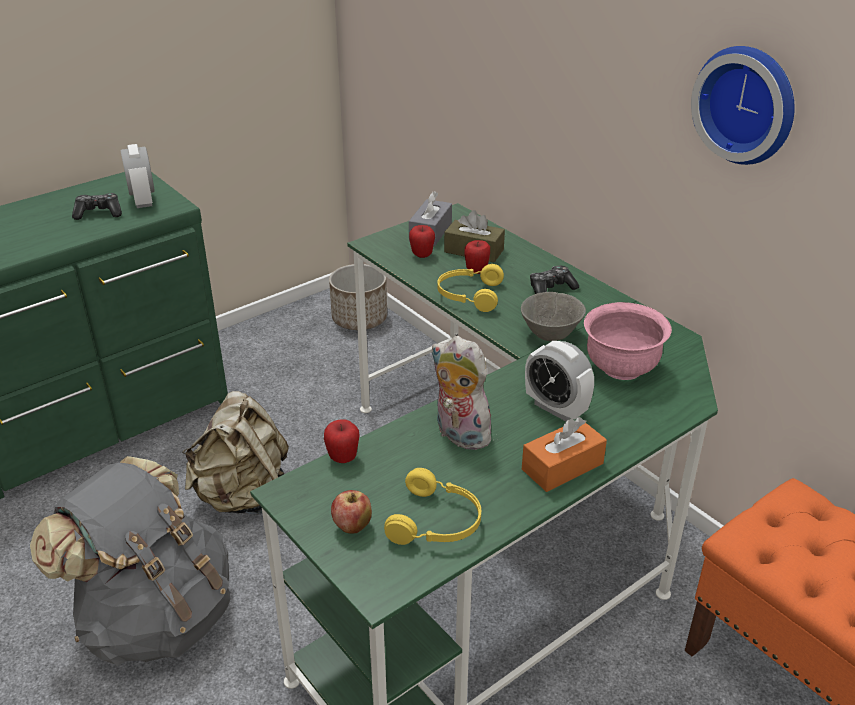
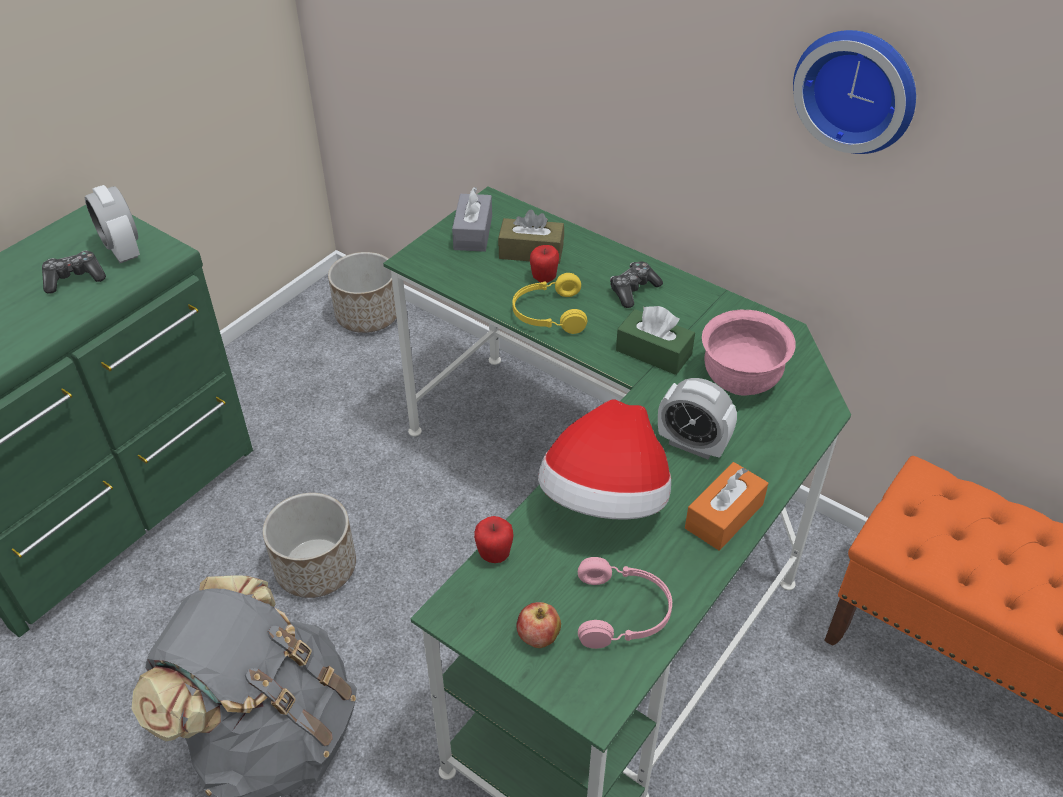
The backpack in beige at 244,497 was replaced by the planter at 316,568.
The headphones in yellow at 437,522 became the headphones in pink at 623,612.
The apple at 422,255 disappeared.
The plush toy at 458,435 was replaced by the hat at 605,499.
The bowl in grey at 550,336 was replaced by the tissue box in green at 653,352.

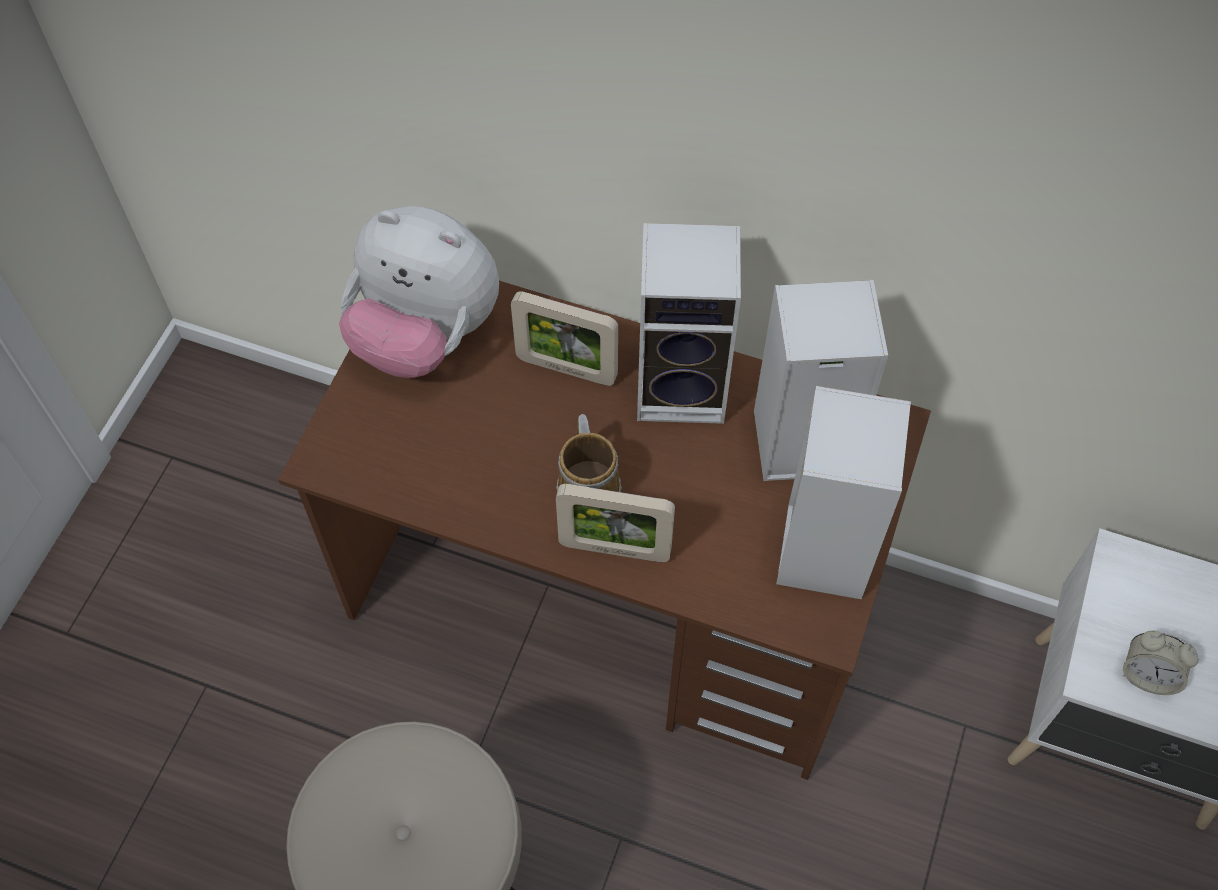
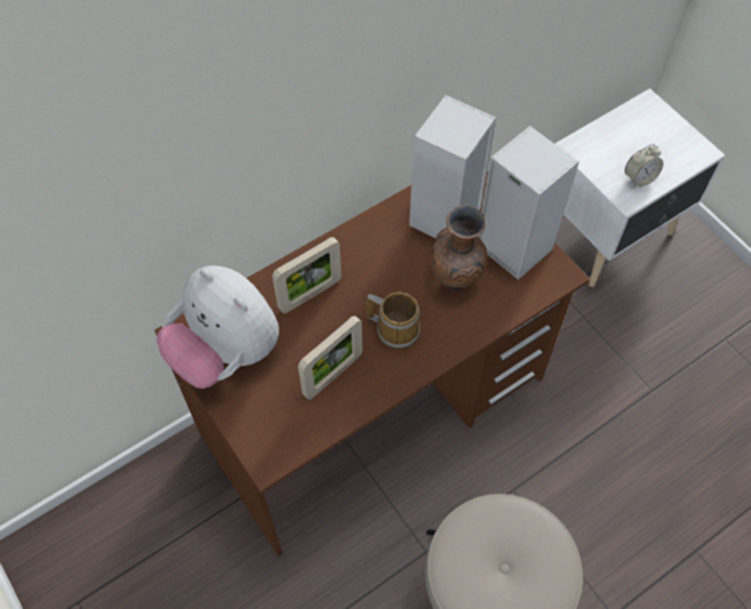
The plush toy at 425,336 turned 75 degrees clockwise.
The picture frame moved from 614,549 to 333,375.
The speaker at 685,386 disappeared.
The vase in brown at 456,281 appeared.

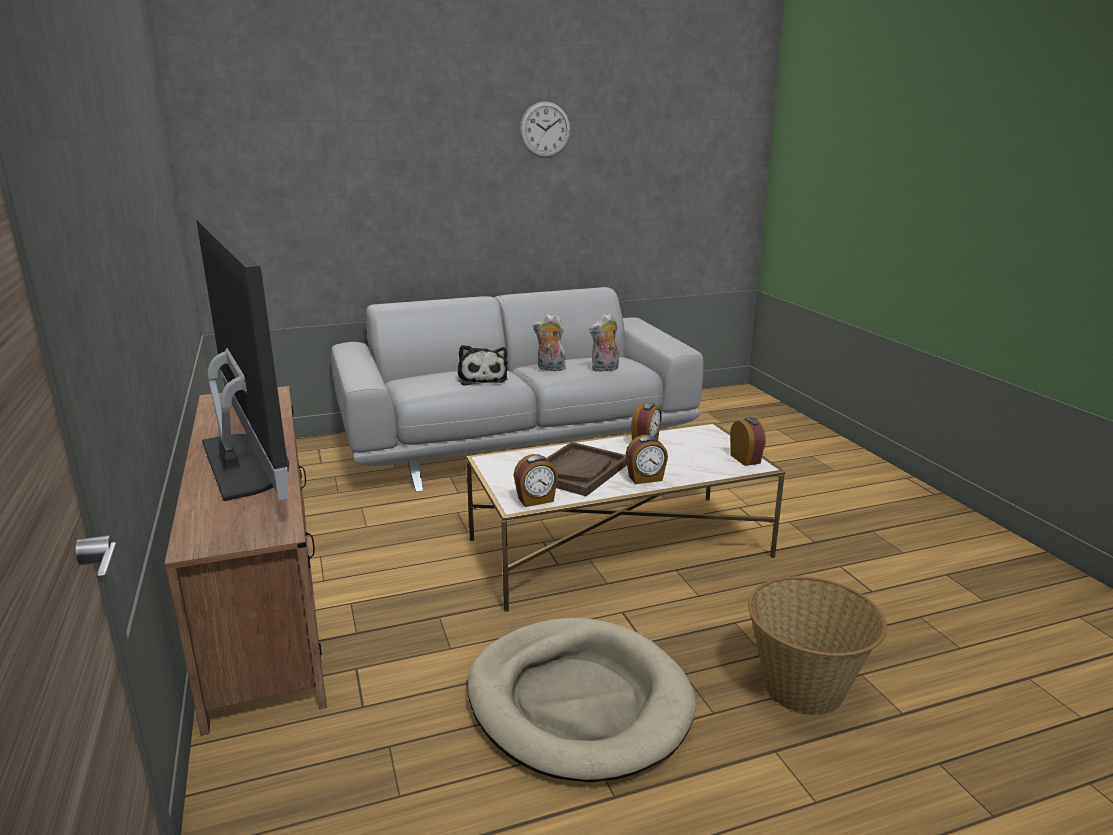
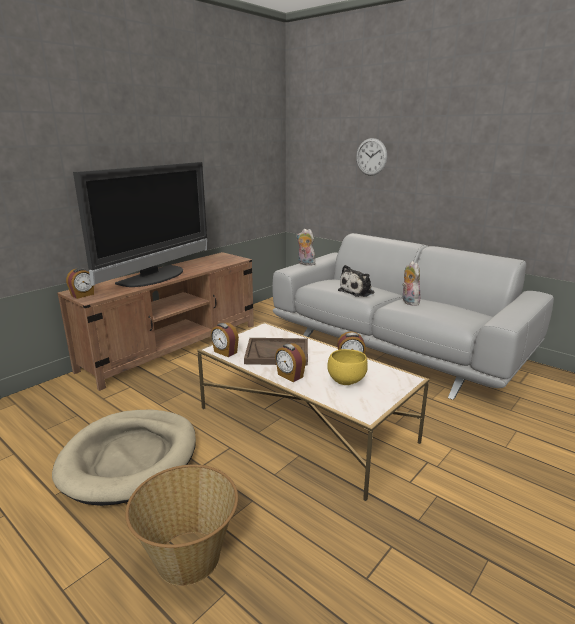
The wall clock moved from 545,130 to 371,157.
The plush toy moved from 605,369 to 305,264.
The alarm clock moved from 746,459 to 83,295.
The bowl in yellow at 346,381 appeared.

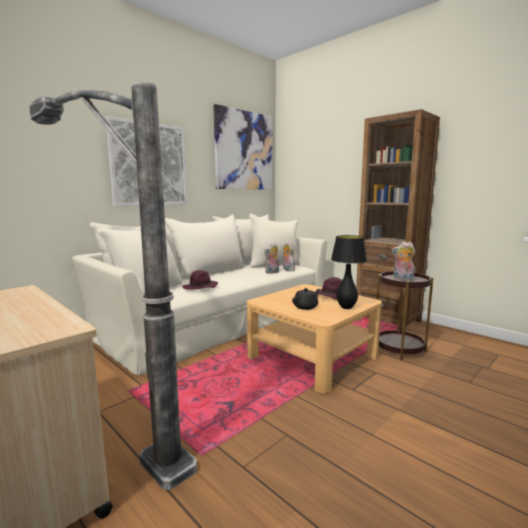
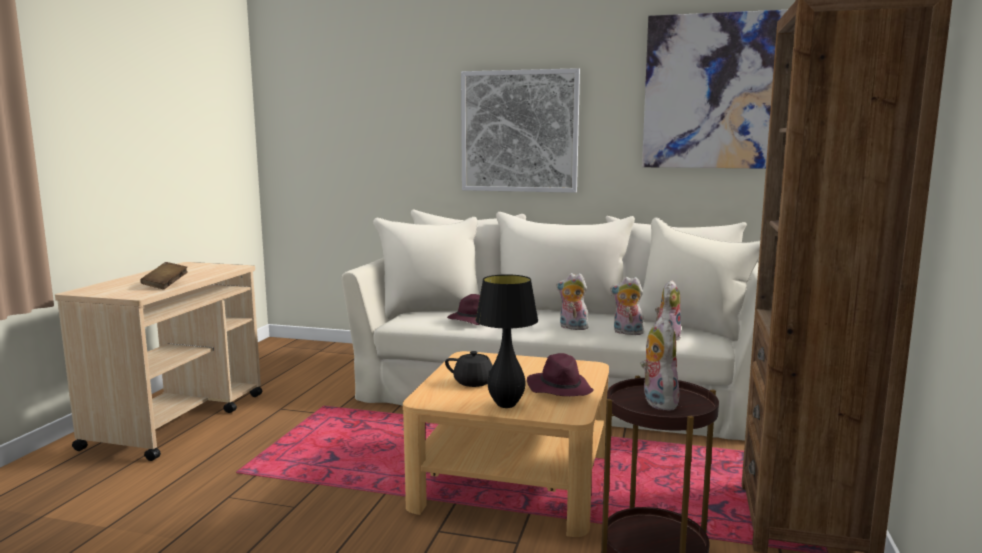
The floor lamp at 111,407 disappeared.
The book in brown at 165,285 appeared.
The plush toy at 572,328 appeared.

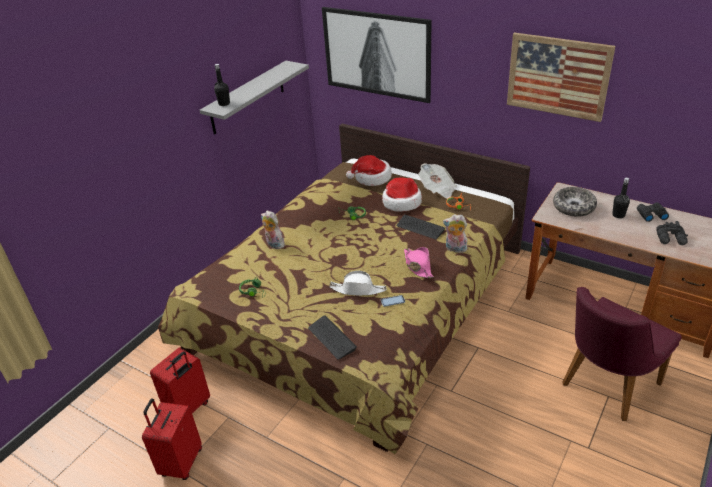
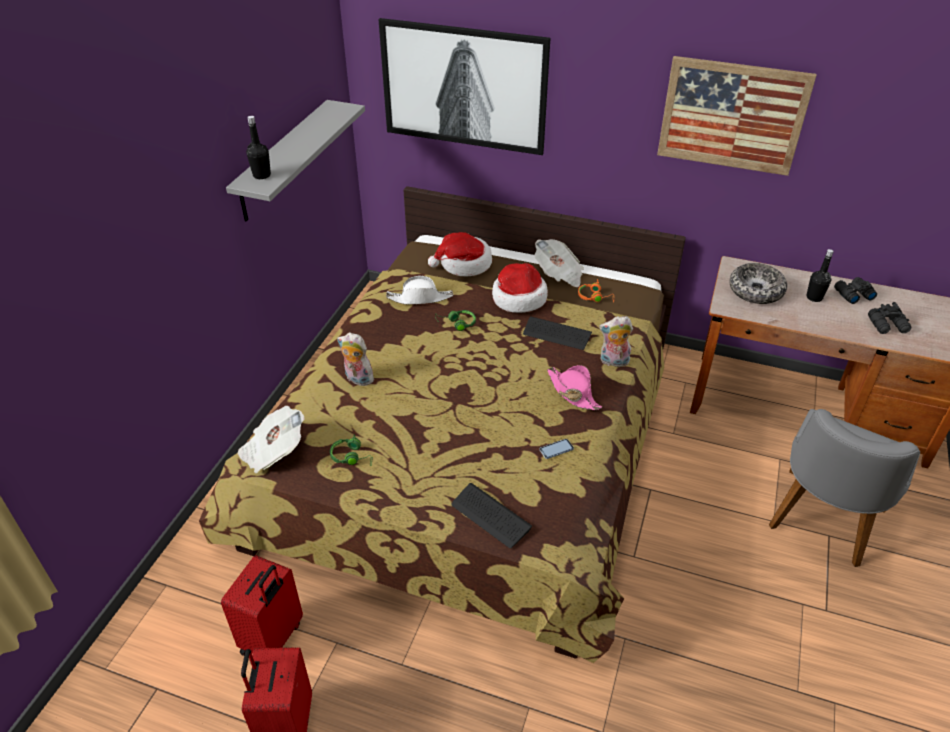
The hat in white moved from 358,289 to 420,298.
The chair in purple at 604,387 became the chair in grey at 821,524.
The newspaper at 273,451 appeared.

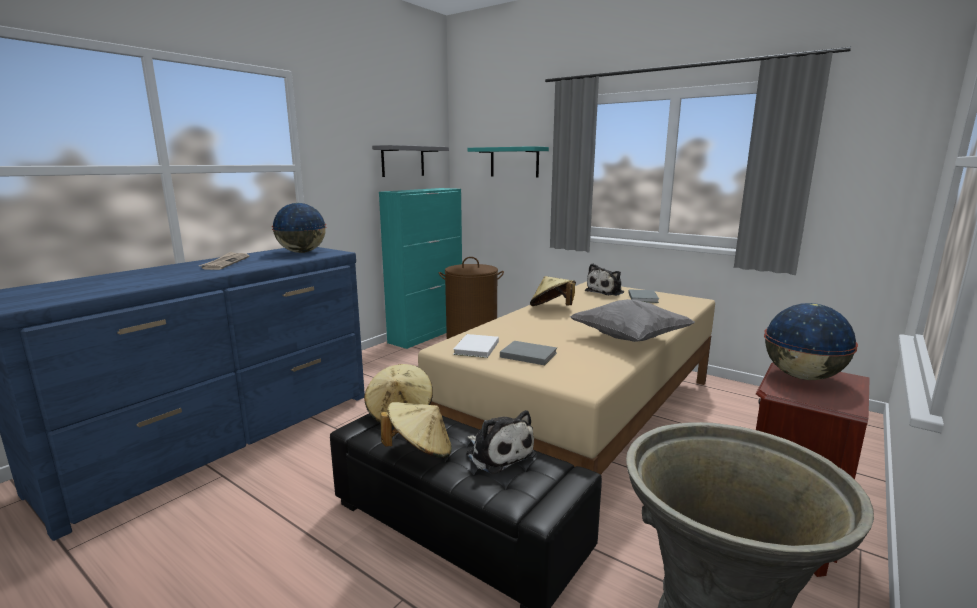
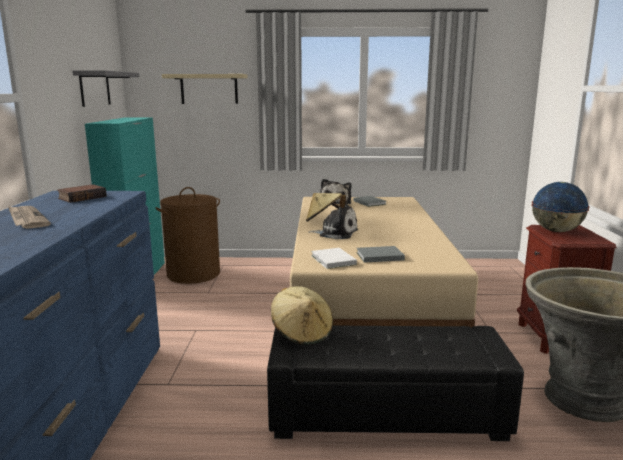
The globe at 302,252 was replaced by the book at 82,197.
The hat in beige at 420,451 disappeared.
The plush toy moved from 498,453 to 336,233.
The shelf in turquoise at 514,162 became the shelf in beige at 209,89.
The pillow in grey at 629,339 disappeared.

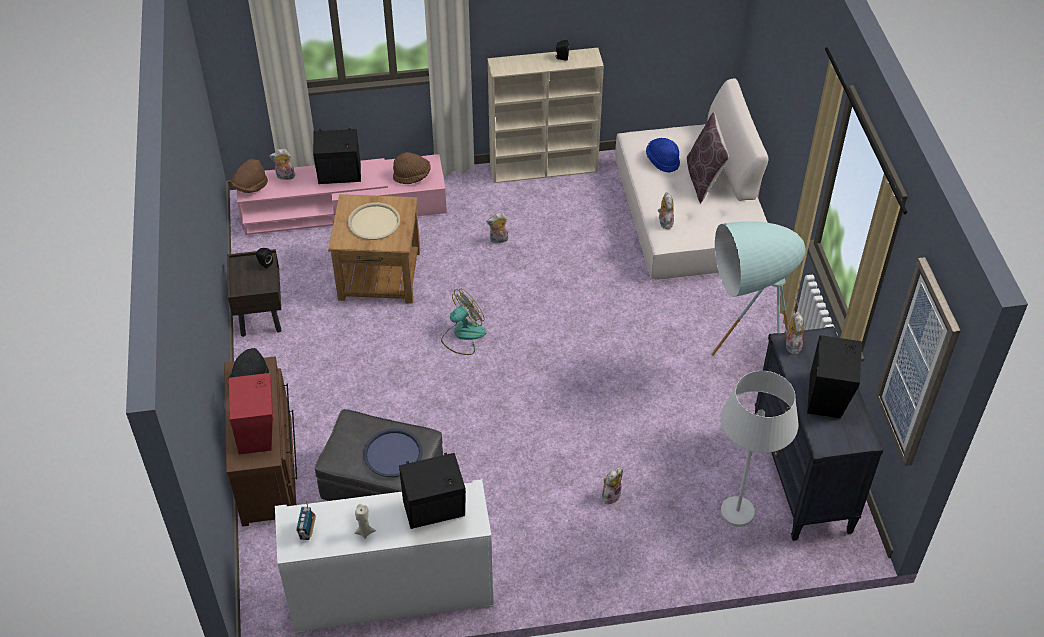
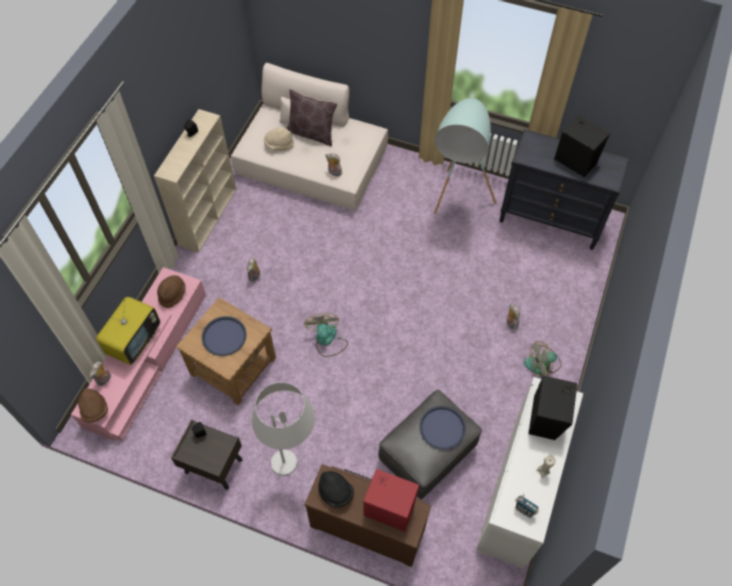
The speaker in black at 340,175 was replaced by the television at 134,341.
The tray in beige at 374,222 became the tray in blue at 224,336.
The hat in blue at 662,161 became the hat in beige at 279,145.
The floor lamp in white moved from 736,528 to 295,471.
The plush toy at 791,345 disappeared.
The picture at 918,365 disappeared.
The fan at 542,364 appeared.

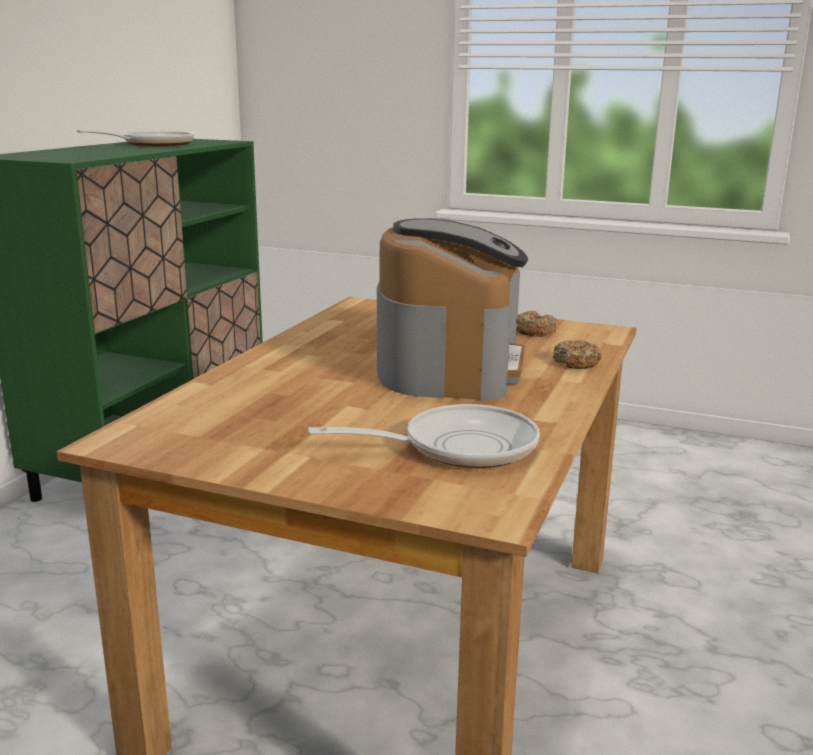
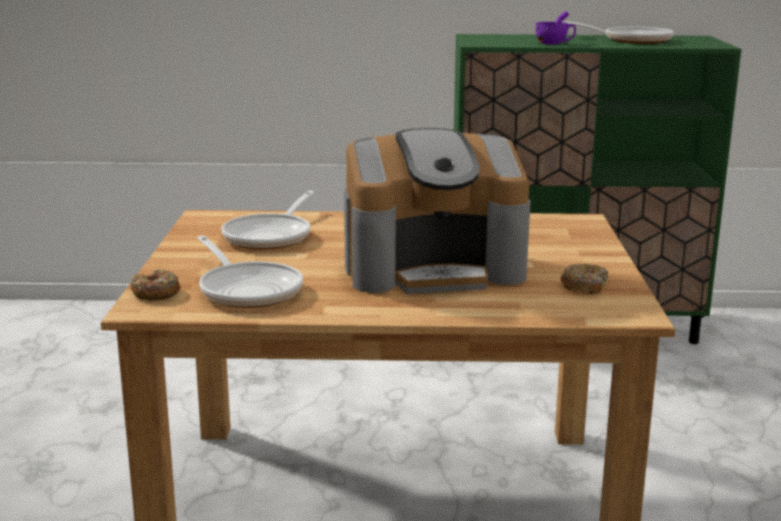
The donut moved from 576,362 to 156,293.
The frying pan at 271,236 appeared.
The cup in purple at 554,43 appeared.

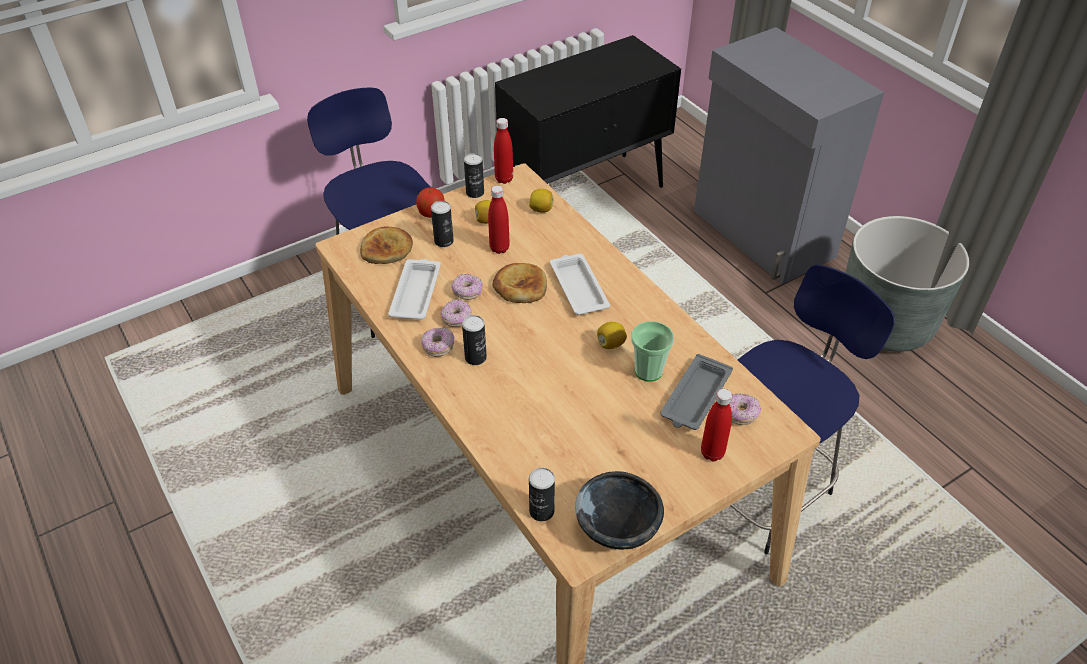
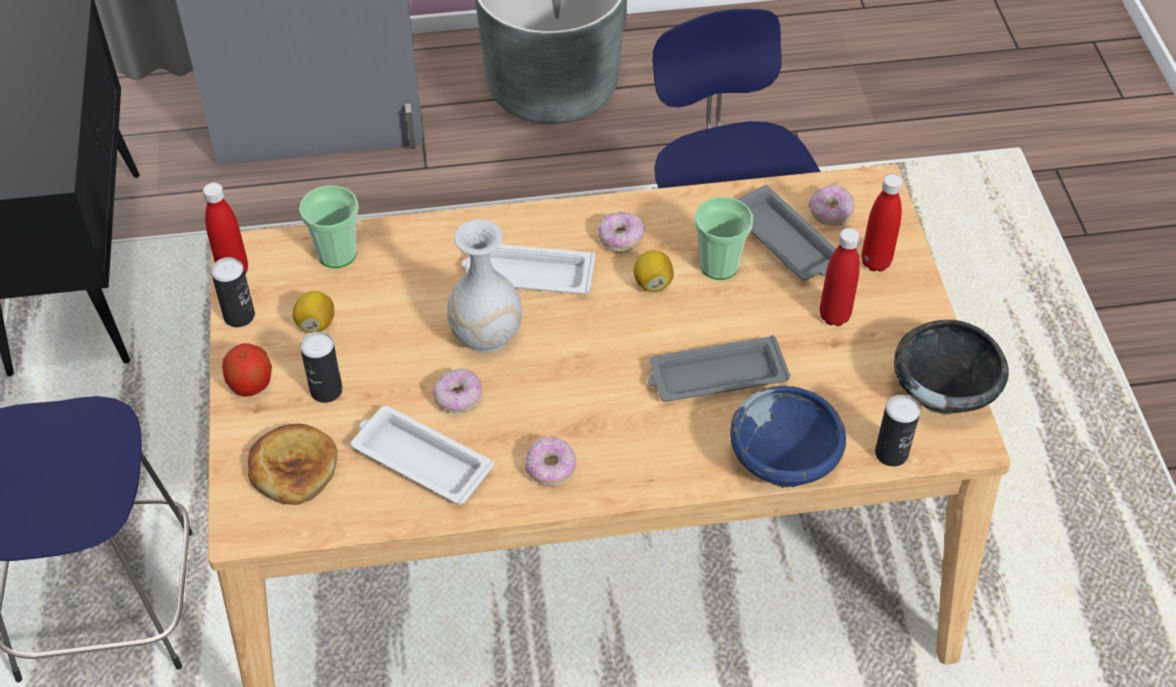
The donut moved from 456,319 to 620,239.
The can at 475,357 disappeared.
The bottle in red moved from 499,248 to 834,316.
The bread at 520,286 was replaced by the vase in white at 485,335.
The lemon at 541,209 was replaced by the cup at 337,254.
The tray in grey at 715,376 appeared.
The bowl in blue at 783,459 appeared.

